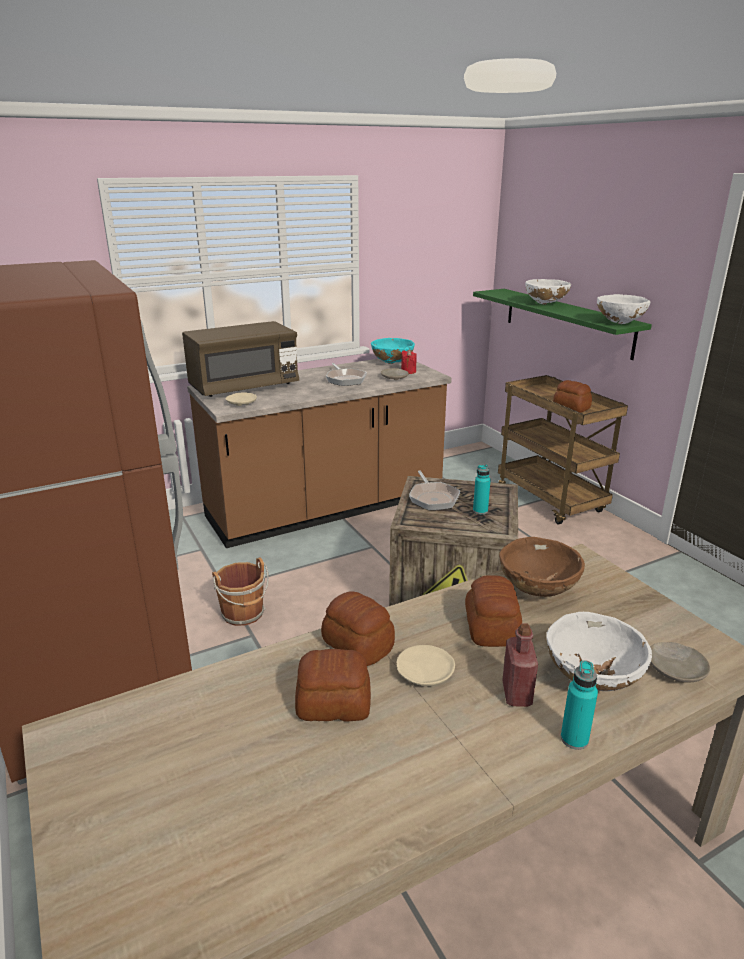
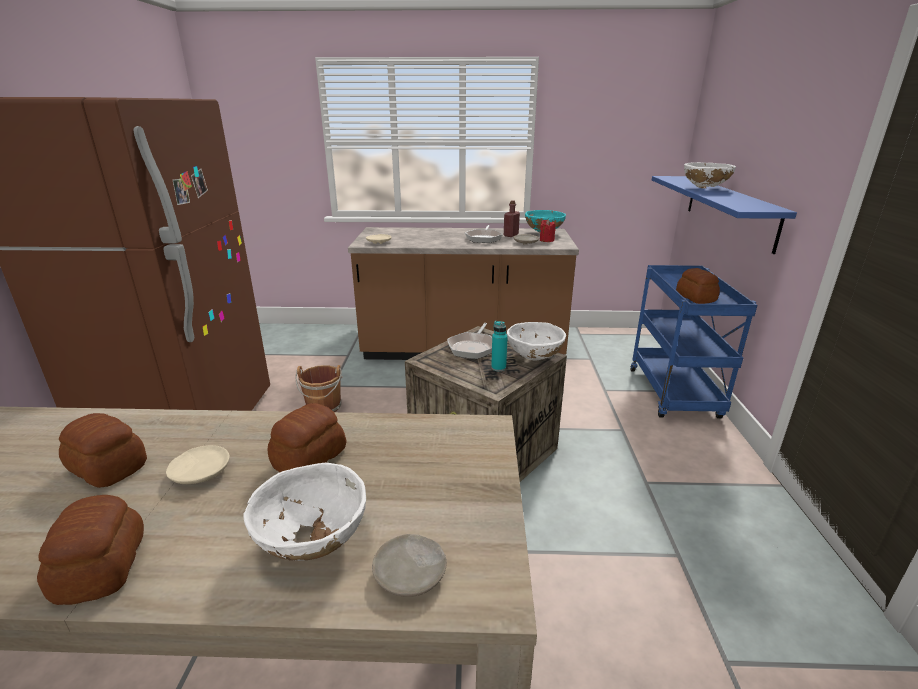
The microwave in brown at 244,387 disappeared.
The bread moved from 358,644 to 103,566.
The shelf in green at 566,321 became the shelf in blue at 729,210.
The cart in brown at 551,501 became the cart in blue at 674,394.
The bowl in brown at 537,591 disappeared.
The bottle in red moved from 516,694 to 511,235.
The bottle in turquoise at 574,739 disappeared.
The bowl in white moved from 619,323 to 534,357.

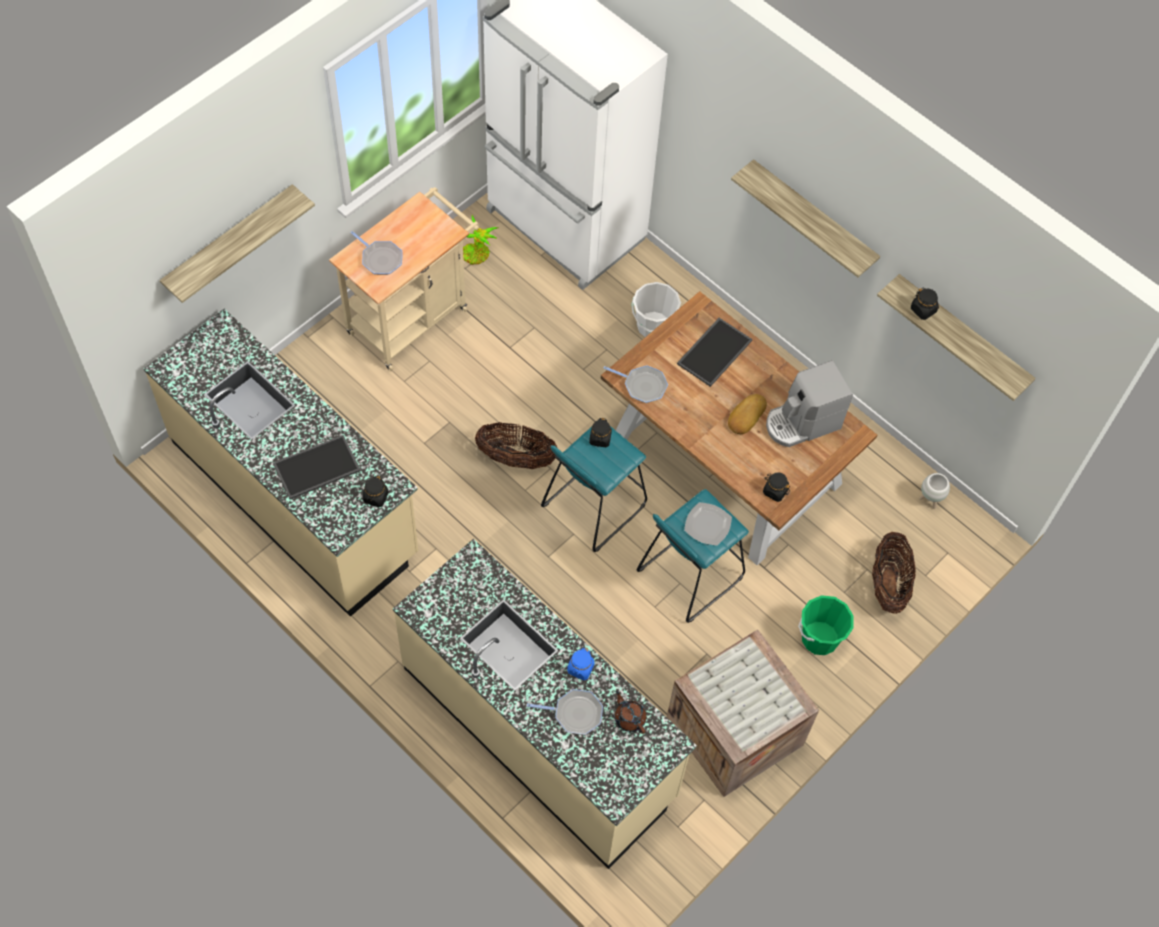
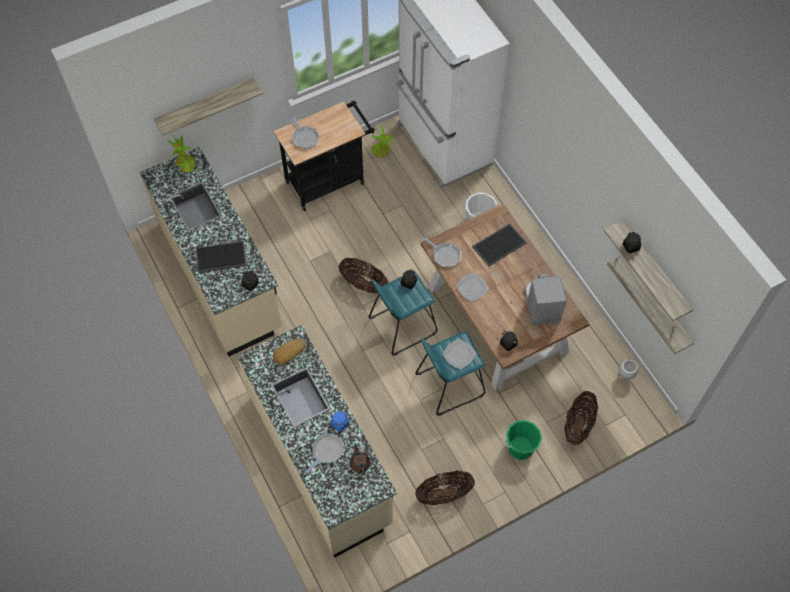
The cart in beige at 412,316 became the cart in black at 329,180.
The frying pan at 575,713 turned 75 degrees counterclockwise.
The crate at 734,733 was replaced by the basket at 444,494.
The bread moved from 745,415 to 288,352.
The shelf moved from 813,218 to 656,303.
The coffee machine at 802,423 turned 90 degrees clockwise.
The potted plant at 184,163 appeared.
The plate at 472,287 appeared.

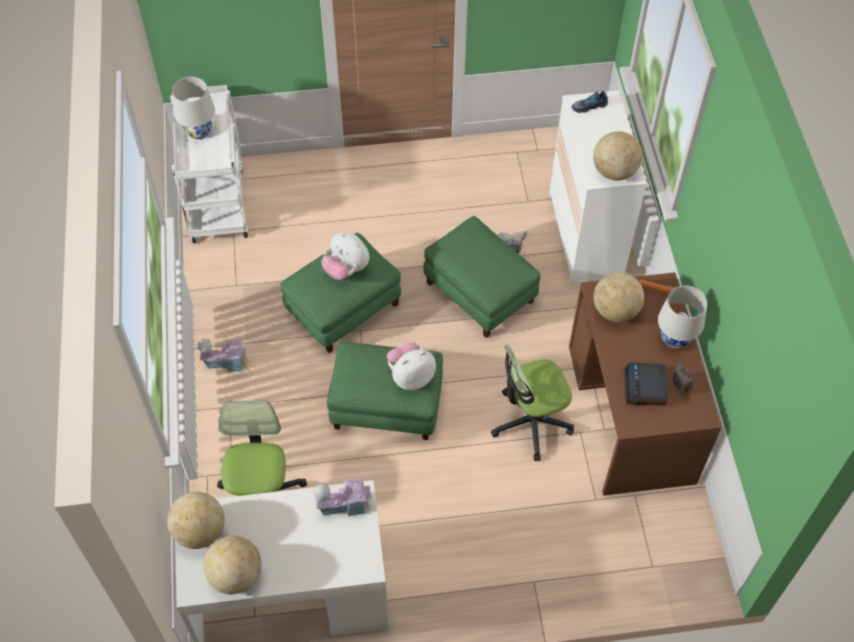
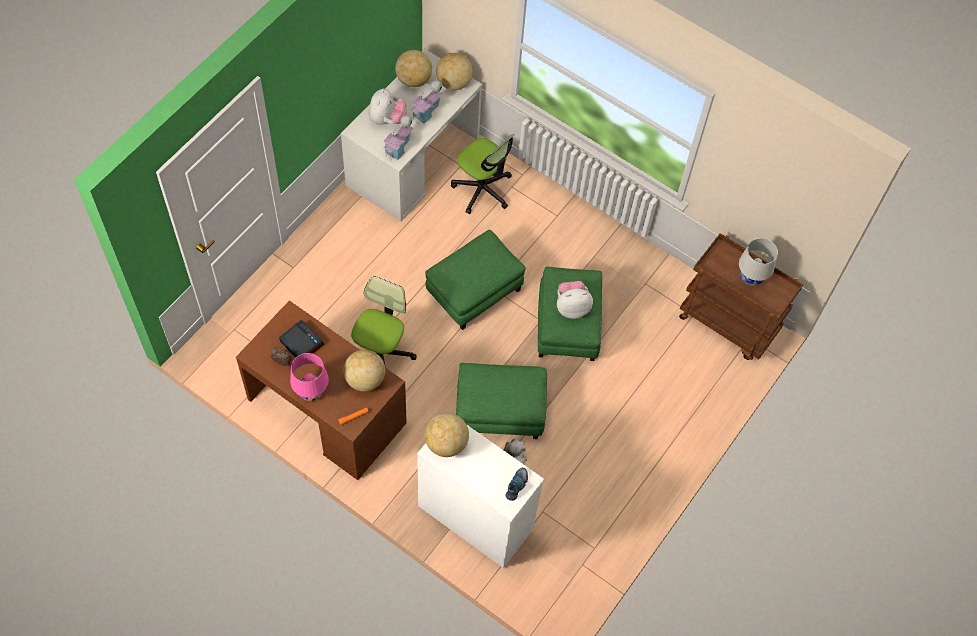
The cart in white at 216,202 became the cart in brown at 729,323.
The toy house moved from 226,363 to 427,112.
The plush toy moved from 410,376 to 387,119.
The table lamp in white at 675,338 became the table lamp in pink at 311,392.

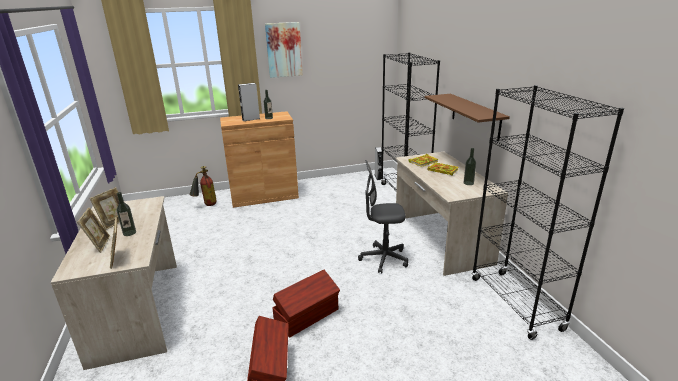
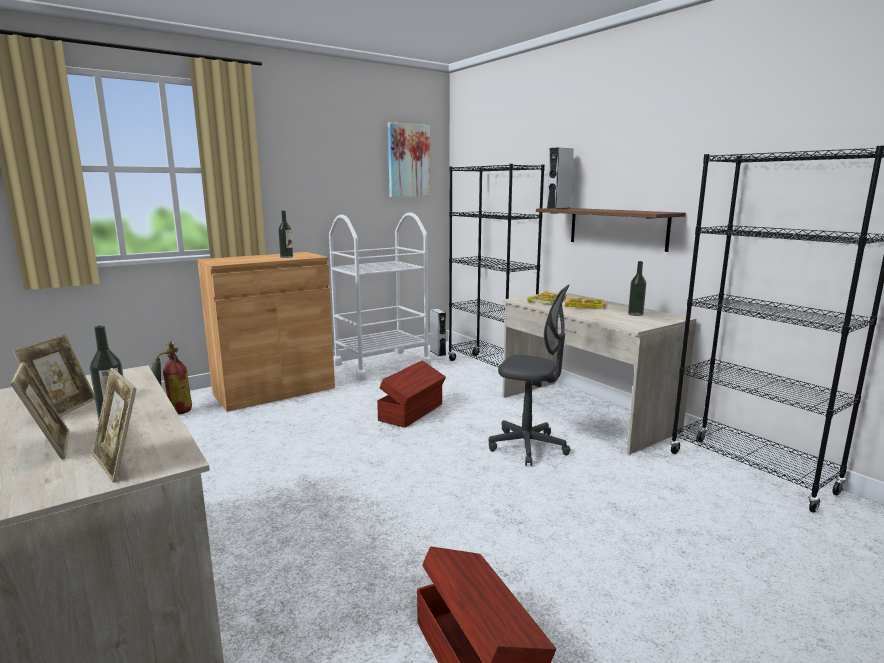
The speaker in grey moved from 251,119 to 558,208.
The picture moved from 284,50 to 408,161.
The storage box in brown moved from 307,316 to 412,412.
The office chair in grey at 384,259 turned 135 degrees counterclockwise.
The cart in white at 381,365 appeared.

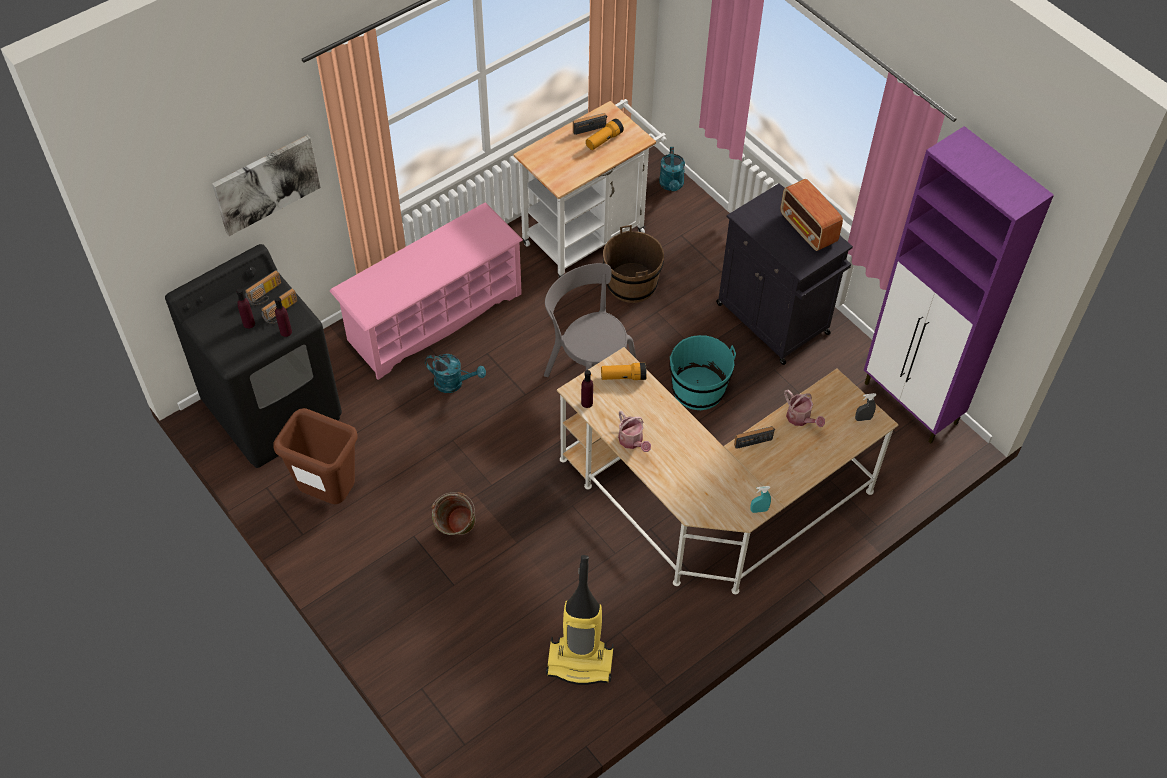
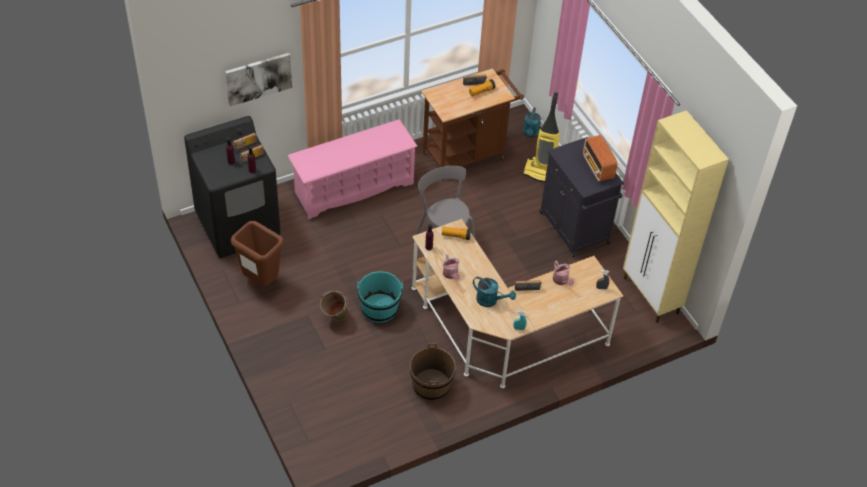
The watering can in turquoise moved from 454,383 to 490,300.
The cart in white at 589,234 became the cart in brown at 468,154.
The vacuum cleaner moved from 581,661 to 542,172.
The bucket in brown moved from 631,284 to 431,385.
The bucket in turquoise moved from 698,389 to 379,308.
The cabinet in purple at 911,404 became the cabinet in beige at 651,296.

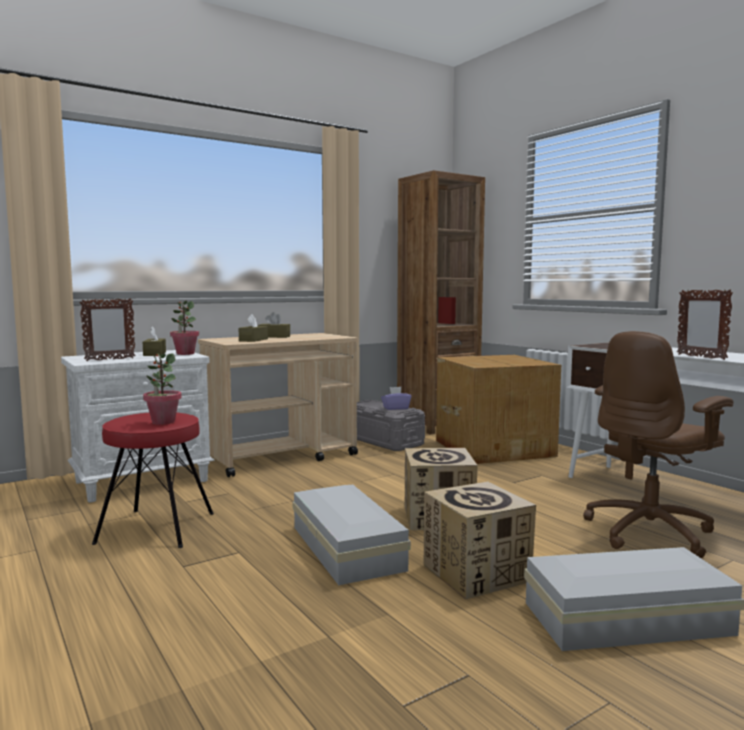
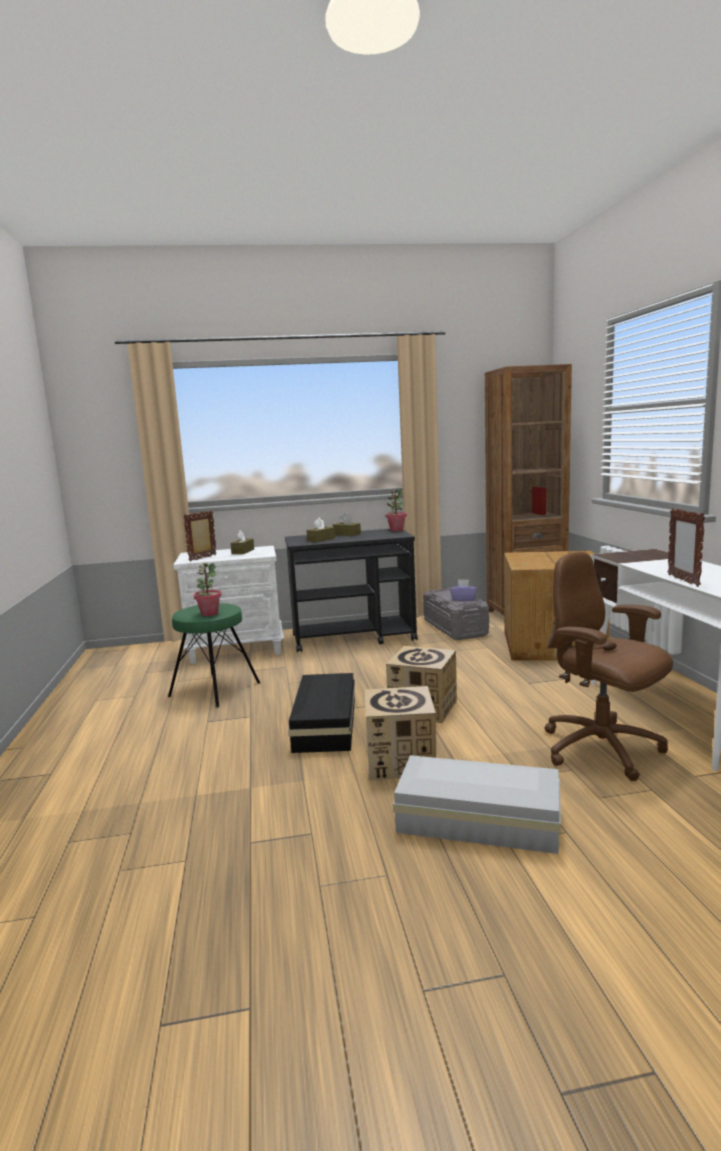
The picture frame at 110,359 turned 135 degrees clockwise.
The stool in red at 156,528 became the stool in green at 215,690.
The potted plant moved from 185,354 to 396,530.
The cart in beige at 282,457 became the cart in black at 354,637.
The storage box in white at 347,546 became the storage box in black at 327,723.
The office chair in brown at 650,532 turned 60 degrees clockwise.

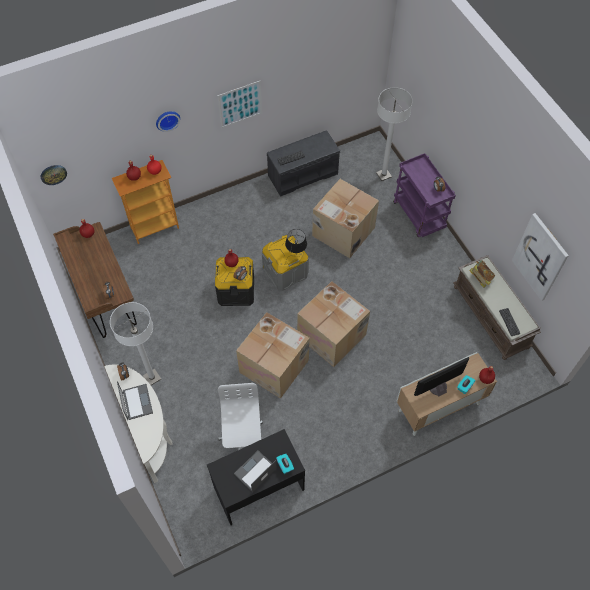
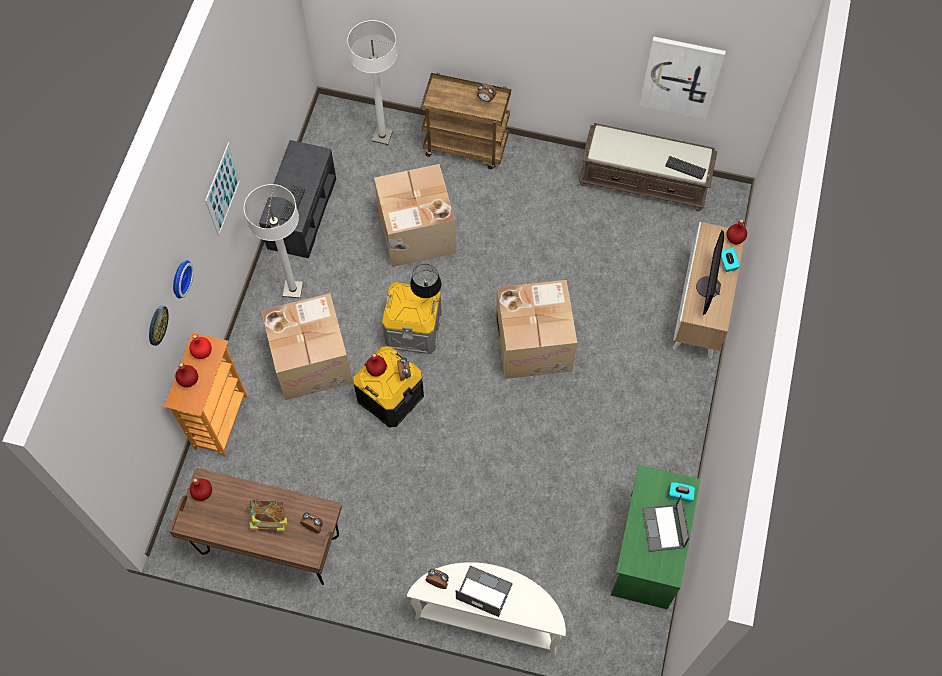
The wall clock moved from 53,174 to 157,325.
The floor lamp in white moved from 152,377 to 293,290.
The desk in black at 258,488 became the desk in green at 647,550.
The office chair in white at 242,438 disappeared.
The cardboard box moved from 275,366 to 312,360.
The cart in purple at 419,216 became the cart in brown at 467,146.
The book moved from 480,278 to 268,519.

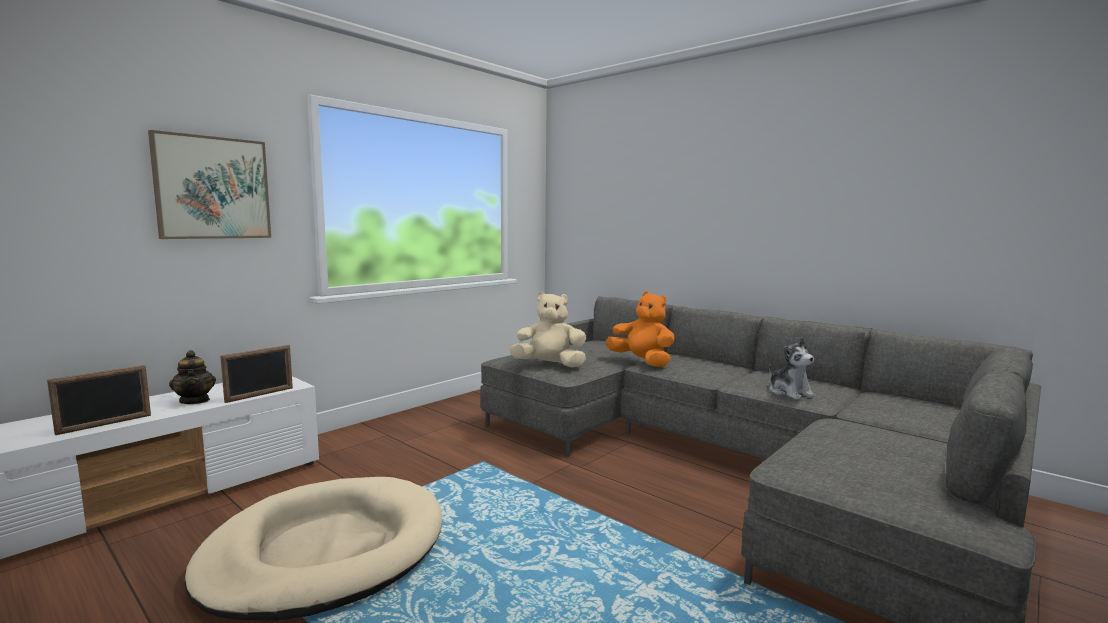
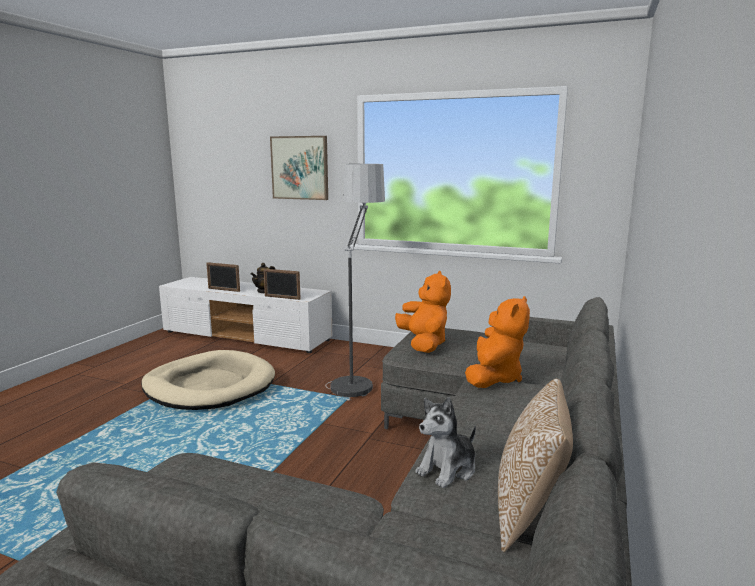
The plush toy in beige at 549,365 became the plush toy in orange at 424,344.
The floor lamp at 357,376 appeared.
The pillow at 529,512 appeared.

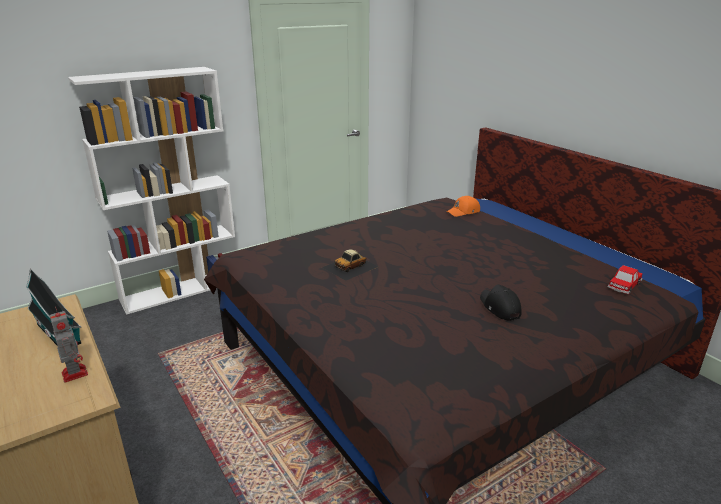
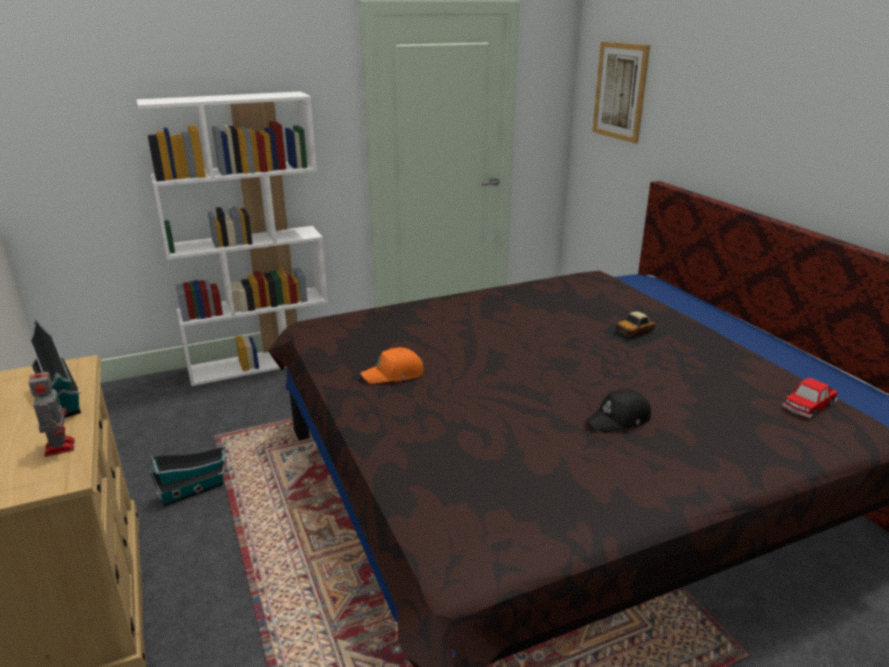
The toy car moved from 350,267 to 635,332.
The cap in orange moved from 464,212 to 394,374.
The cap in black at 499,307 turned 105 degrees counterclockwise.
The toy house at 194,490 appeared.
The picture at 620,91 appeared.

